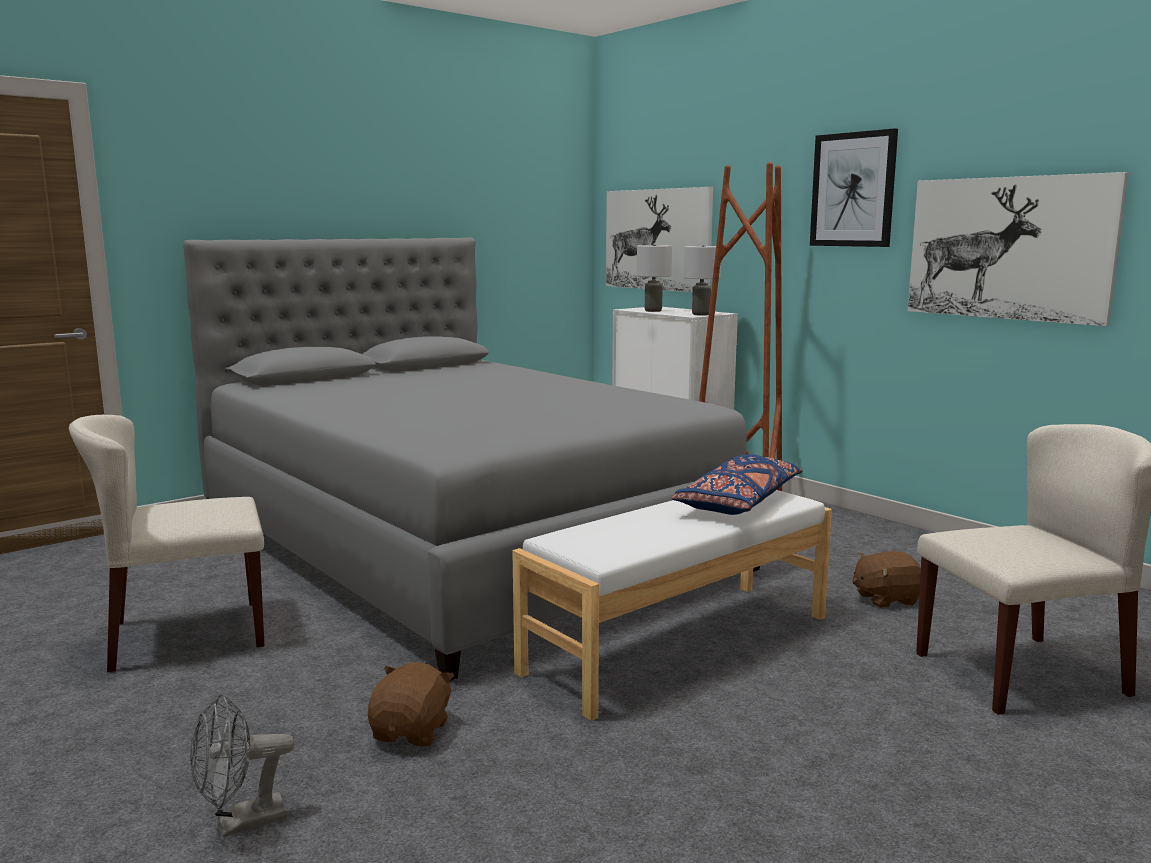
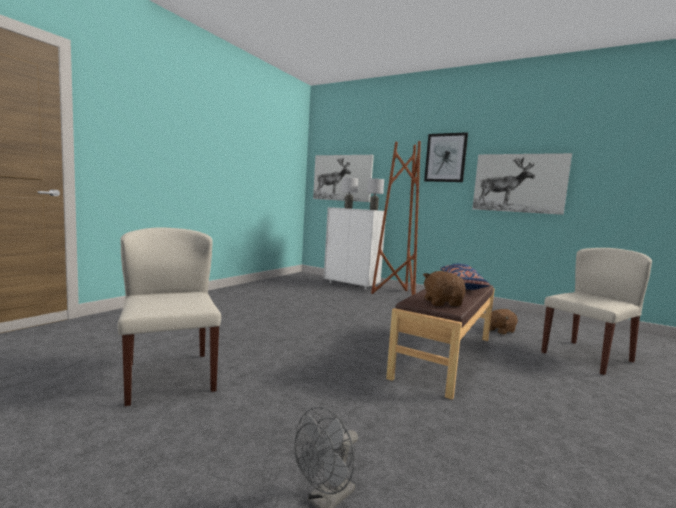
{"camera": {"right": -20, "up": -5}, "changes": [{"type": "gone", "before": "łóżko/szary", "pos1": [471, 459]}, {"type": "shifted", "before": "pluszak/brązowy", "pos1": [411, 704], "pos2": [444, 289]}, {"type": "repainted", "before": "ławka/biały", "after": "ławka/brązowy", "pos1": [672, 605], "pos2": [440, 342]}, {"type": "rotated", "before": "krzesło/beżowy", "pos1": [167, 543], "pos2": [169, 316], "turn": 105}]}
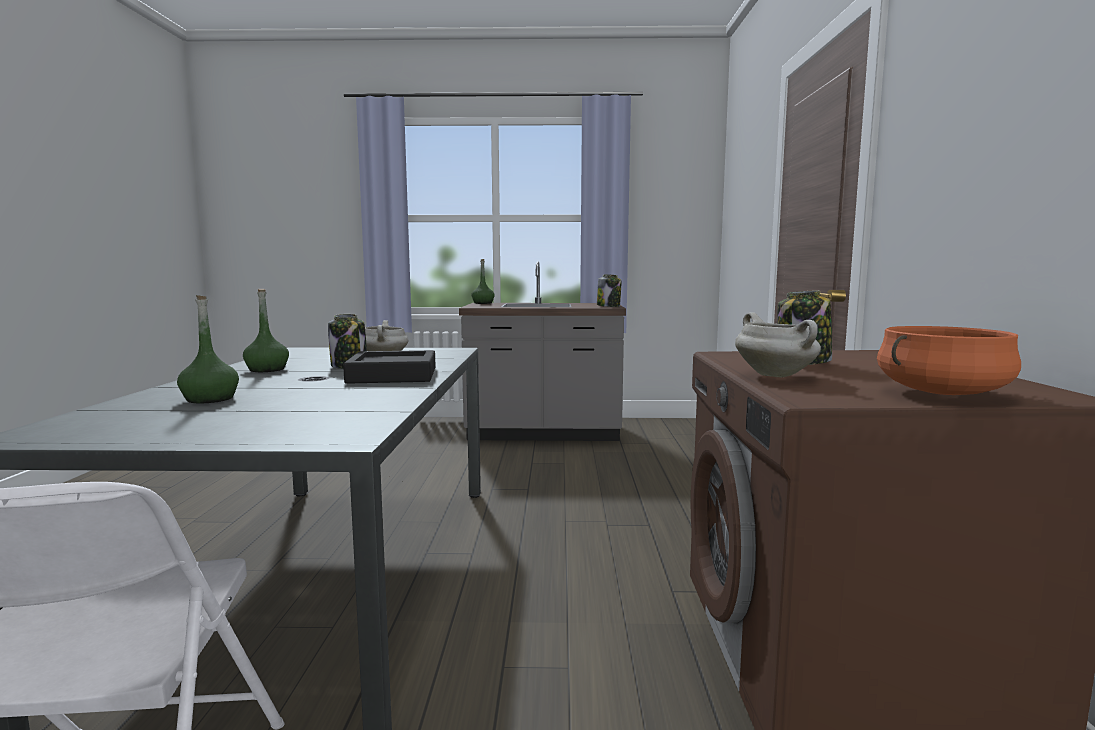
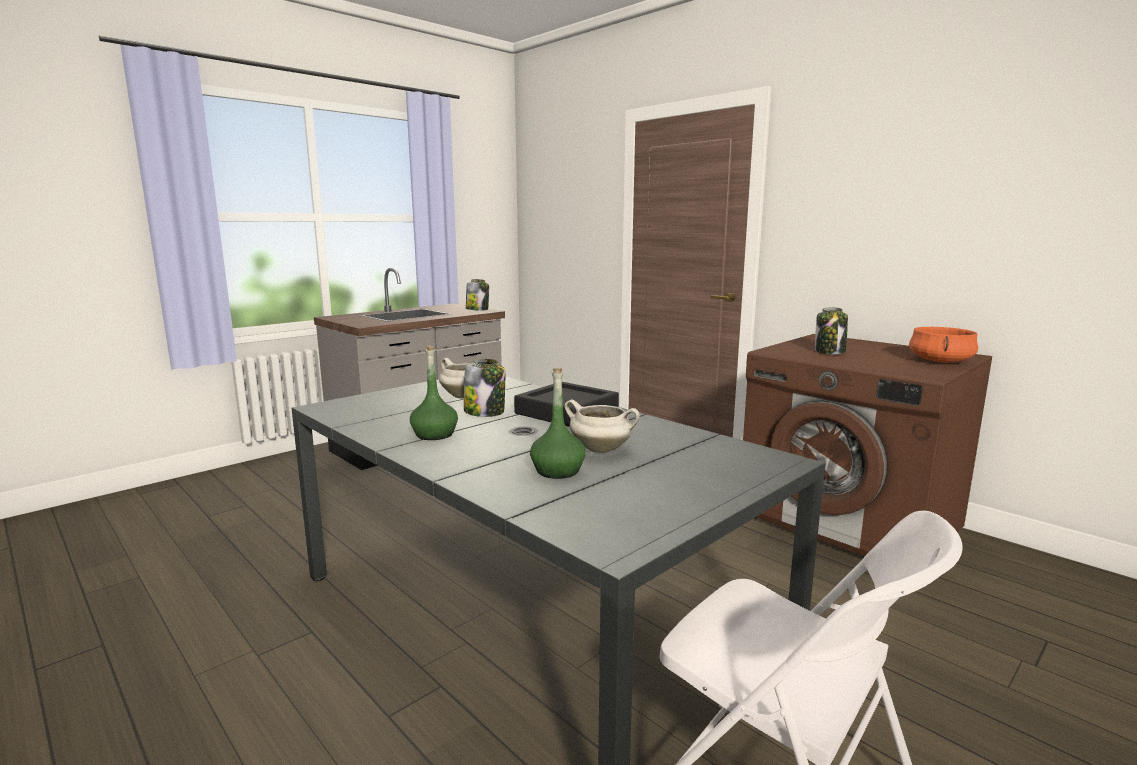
{"camera": {"right": -45, "up": 5}, "changes": [{"type": "gone", "before": "butelka/zielony", "pos1": [483, 281]}, {"type": "shifted", "before": "garnek/biały", "pos1": [778, 344], "pos2": [602, 426]}]}
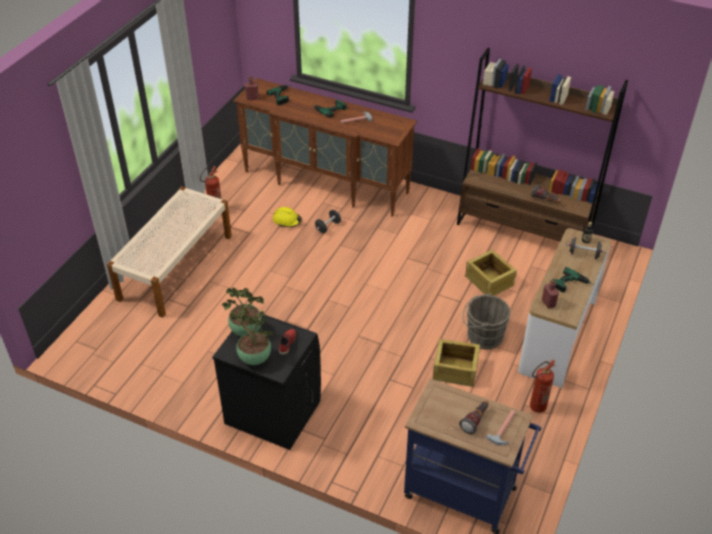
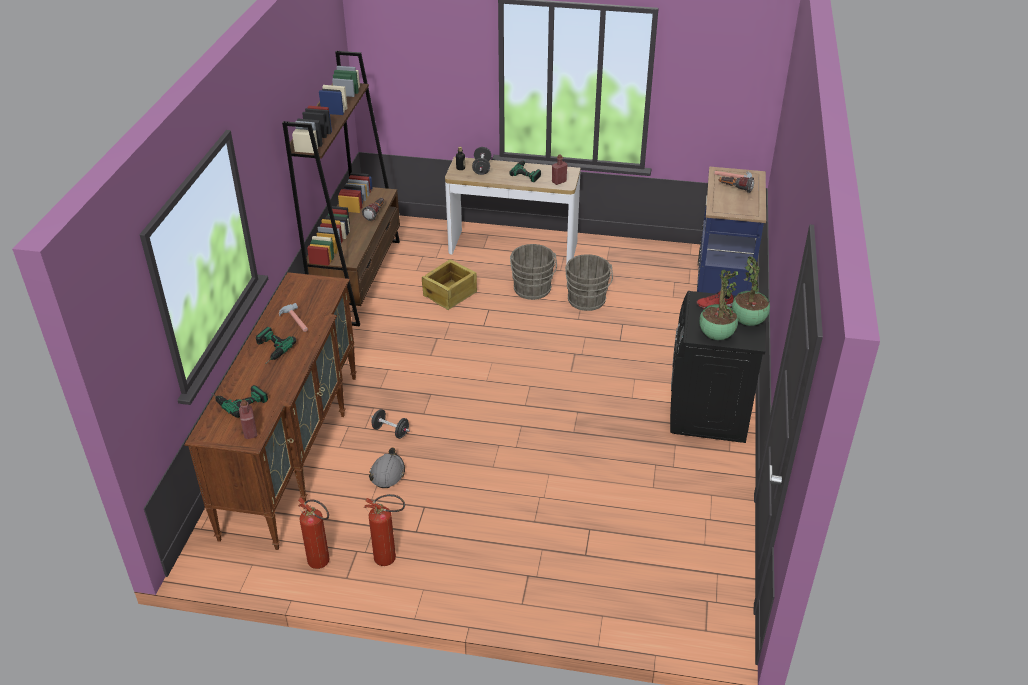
{"camera": {"right": -105, "up": -5}, "changes": [{"type": "gone", "before": "ławka/beżowy", "pos1": [169, 252]}, {"type": "shifted", "before": "gaśnica", "pos1": [542, 386], "pos2": [313, 533]}, {"type": "swapped", "before": "skrzynka", "after": "wiadro/szary", "pos1": [456, 363], "pos2": [589, 282]}, {"type": "repainted", "before": "kask/żółty", "after": "kask/szary", "pos1": [287, 217], "pos2": [387, 467]}]}
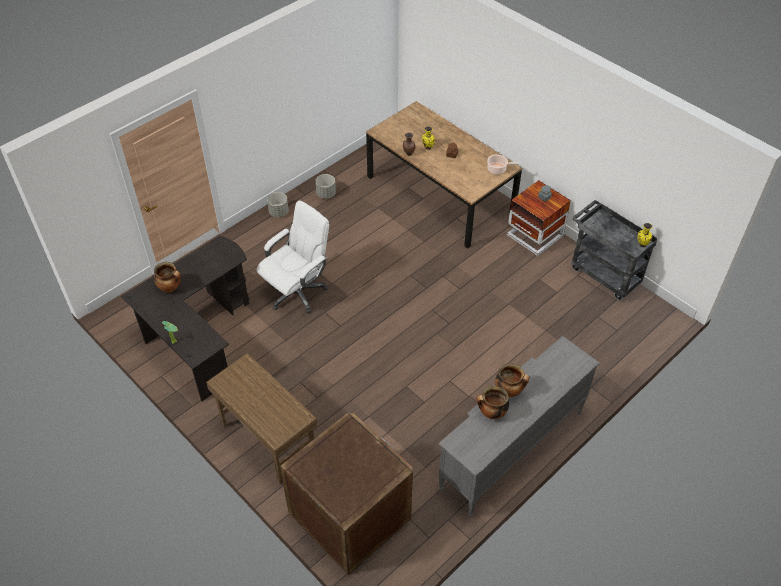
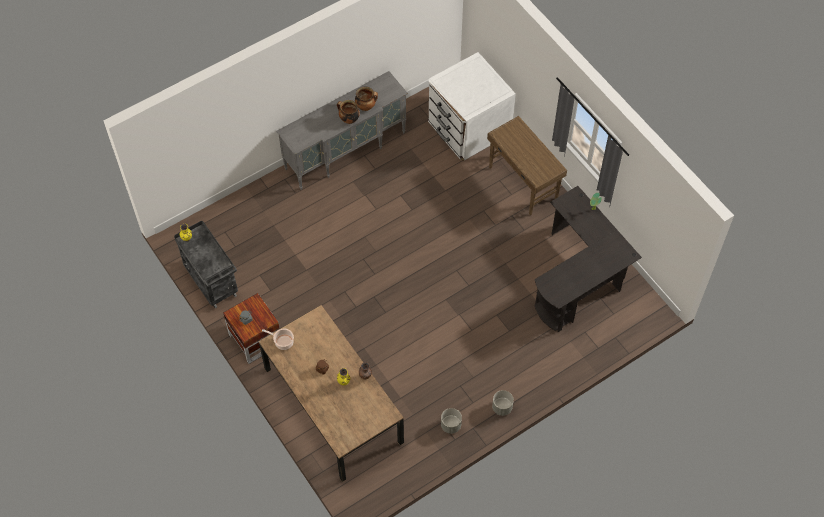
{"camera": {"right": -170, "up": 10}, "changes": [{"type": "gone", "before": "garnek", "pos1": [167, 277]}, {"type": "gone", "before": "krzesło biurowe/biały", "pos1": [293, 256]}, {"type": "repainted", "before": "komoda/brązowy", "after": "komoda/biały", "pos1": [346, 494], "pos2": [472, 106]}]}
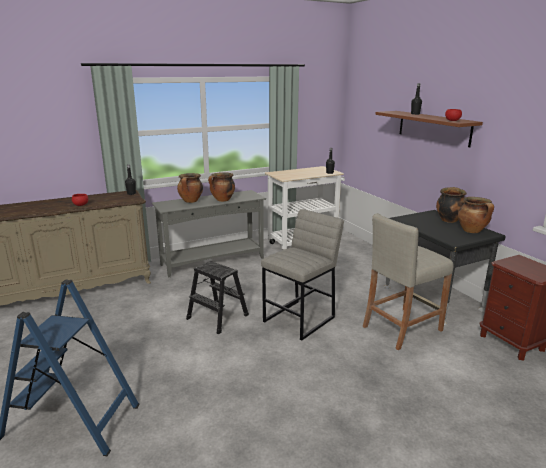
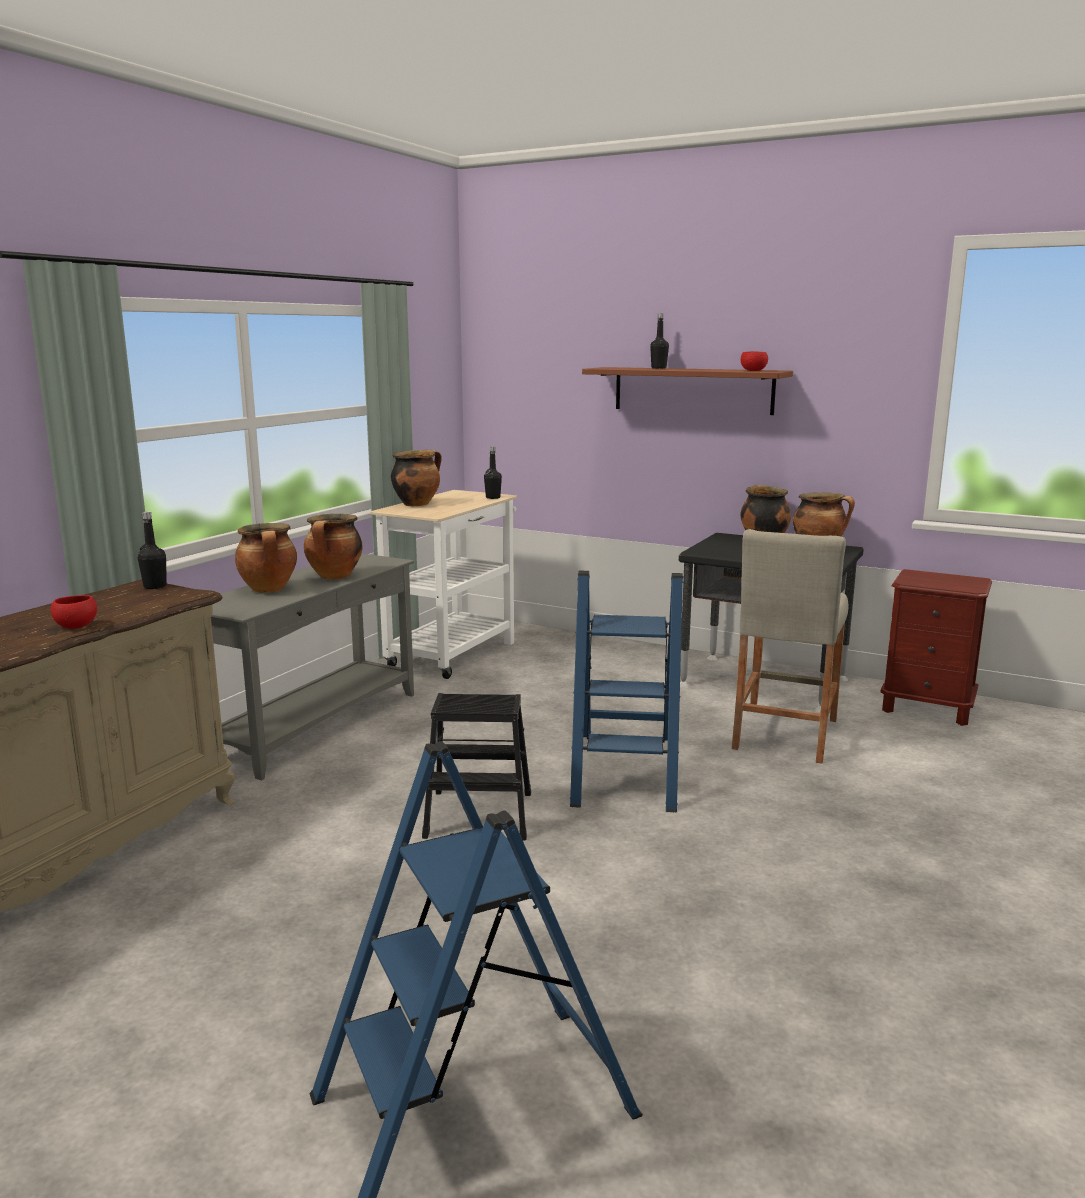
{"camera": {"right": -35, "up": -5}, "changes": [{"type": "new", "after": "garnek", "pos2": [416, 478]}, {"type": "swapped", "before": "krzesło/szary", "after": "drabinka/niebieski", "pos1": [302, 275], "pos2": [626, 691]}]}
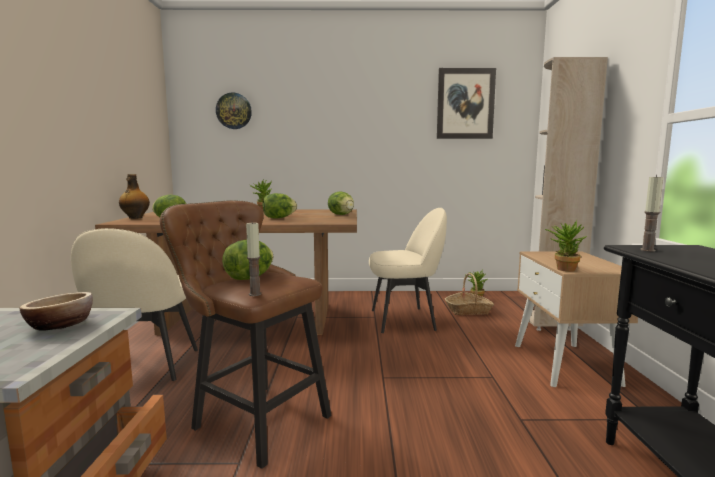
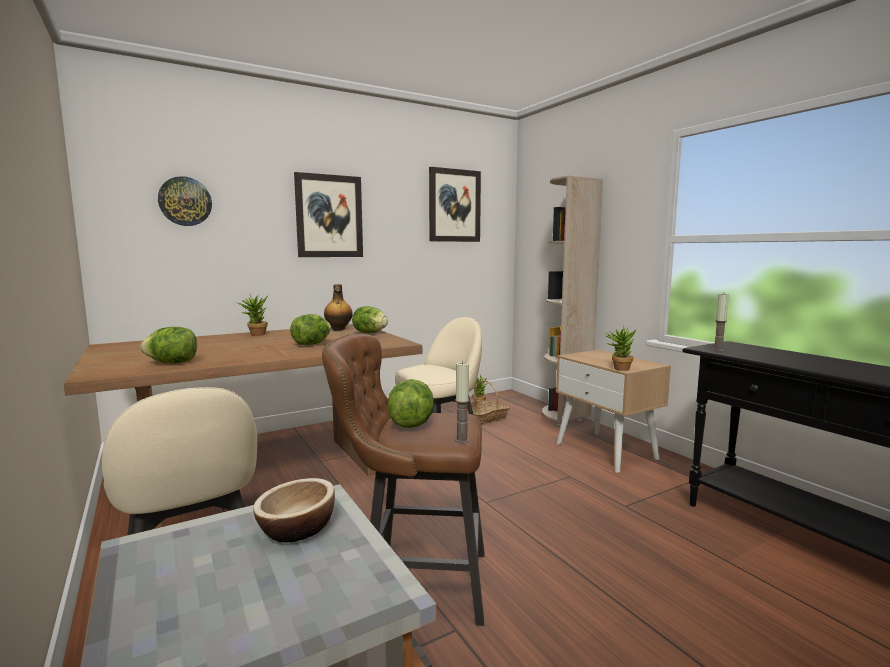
{"camera": {"right": -30, "up": 0}, "changes": [{"type": "new", "after": "obraz", "pos2": [328, 214]}, {"type": "shifted", "before": "butelka", "pos1": [134, 196], "pos2": [338, 307]}]}
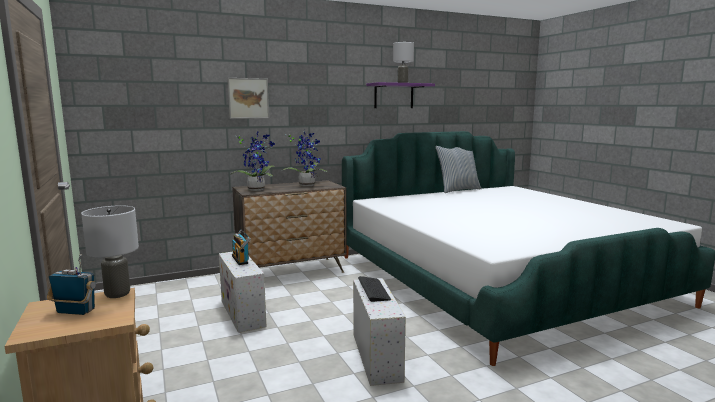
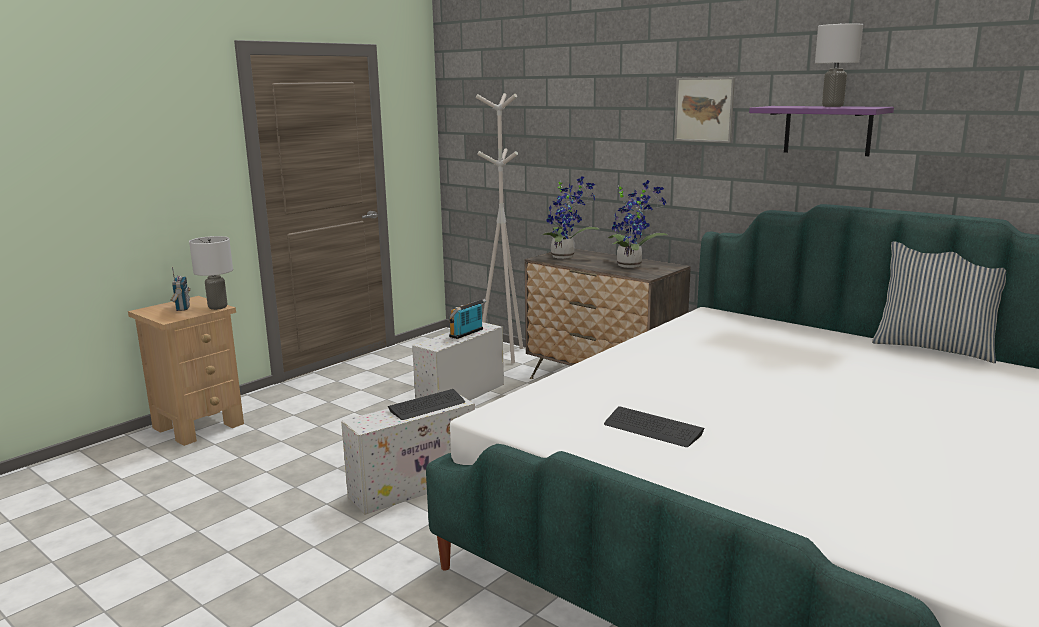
{"camera": {"right": 65, "up": 5}, "changes": [{"type": "new", "after": "wieszak/szary", "pos2": [499, 228]}, {"type": "new", "after": "klawiatura", "pos2": [654, 426]}, {"type": "shifted", "before": "obraz", "pos1": [248, 98], "pos2": [704, 110]}]}
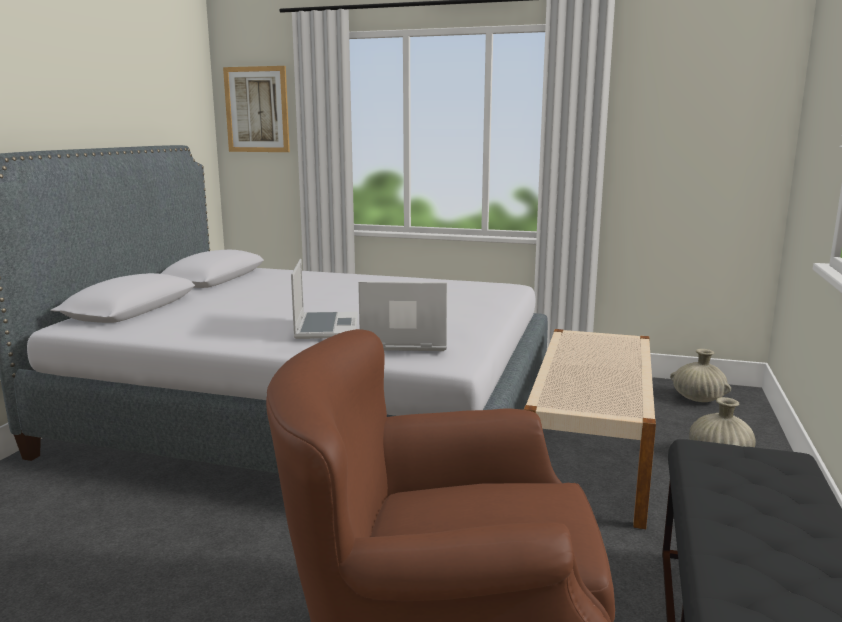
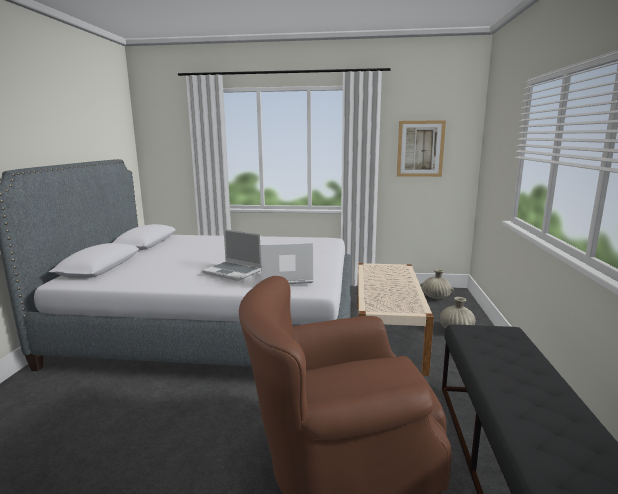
{"camera": {"right": -10, "up": 0}, "changes": [{"type": "shifted", "before": "obraz", "pos1": [256, 109], "pos2": [421, 148]}, {"type": "rotated", "before": "laptop", "pos1": [324, 299], "pos2": [231, 255], "turn": 135}]}
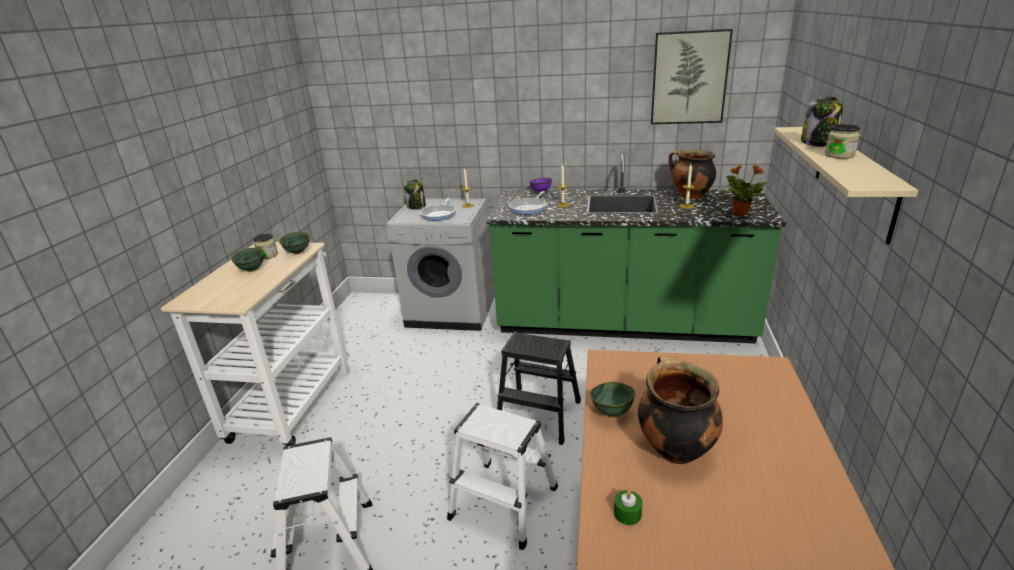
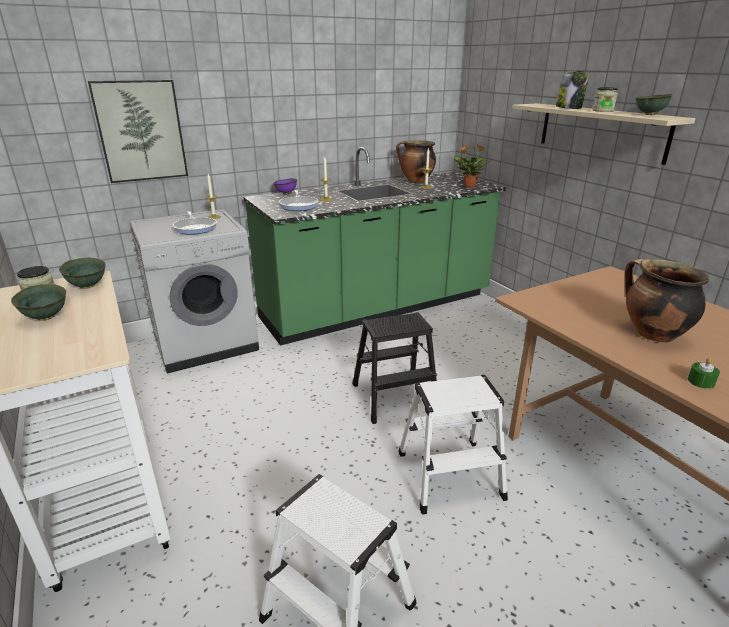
{"camera": {"right": -40, "up": 0}, "changes": [{"type": "gone", "before": "słoik", "pos1": [415, 194]}, {"type": "shifted", "before": "miska/zielony", "pos1": [612, 400], "pos2": [653, 104]}, {"type": "shifted", "before": "obraz", "pos1": [692, 76], "pos2": [138, 131]}]}
